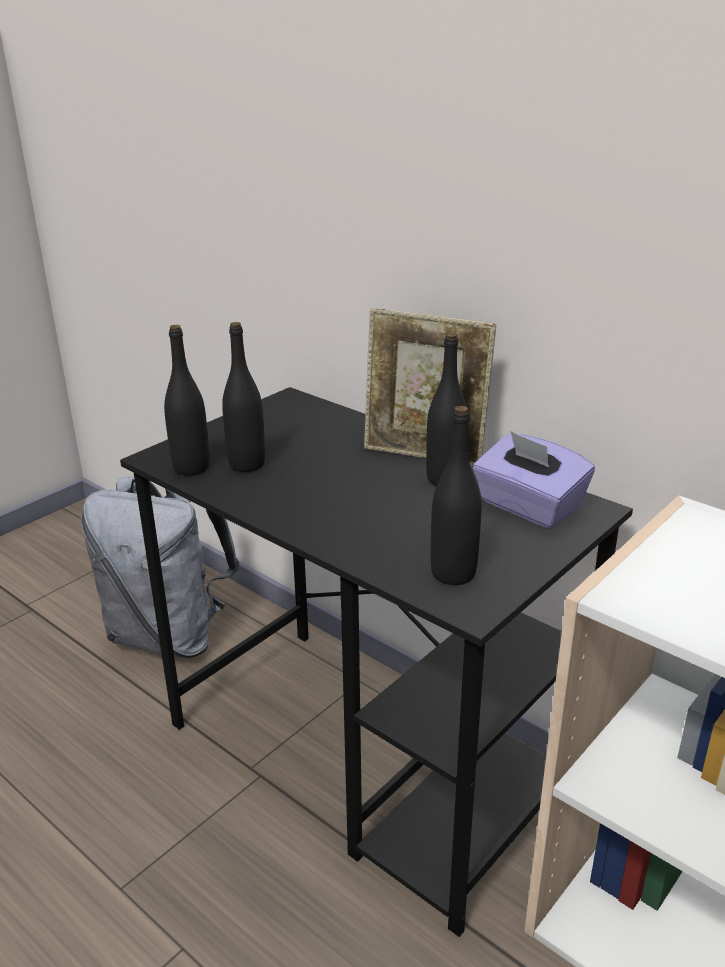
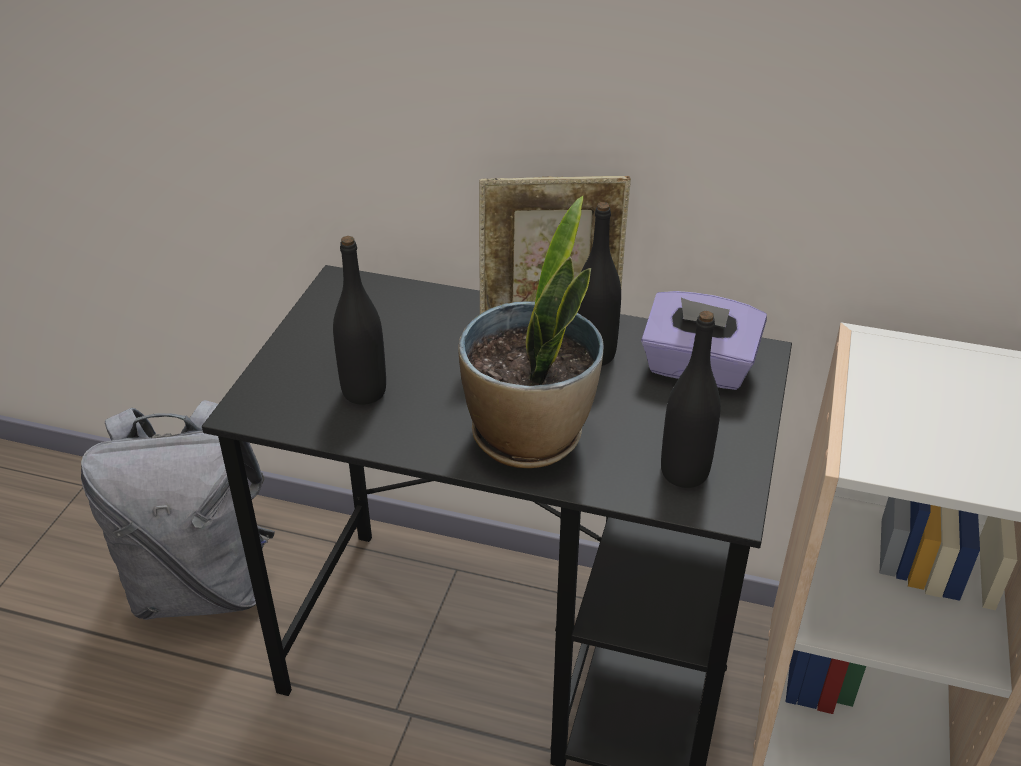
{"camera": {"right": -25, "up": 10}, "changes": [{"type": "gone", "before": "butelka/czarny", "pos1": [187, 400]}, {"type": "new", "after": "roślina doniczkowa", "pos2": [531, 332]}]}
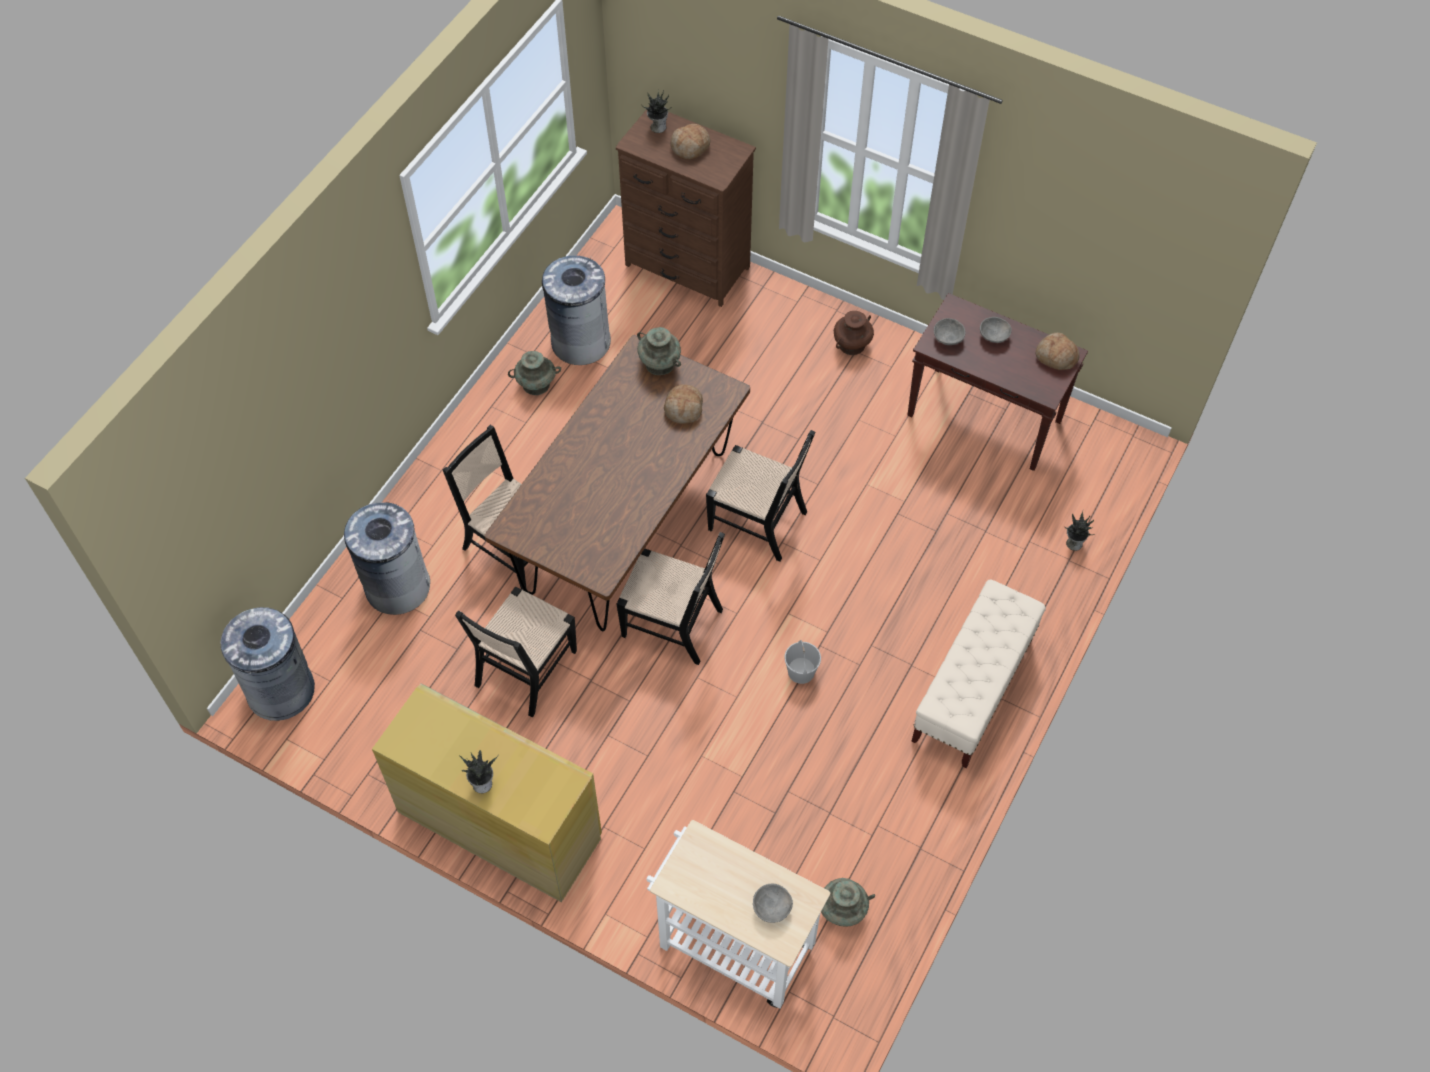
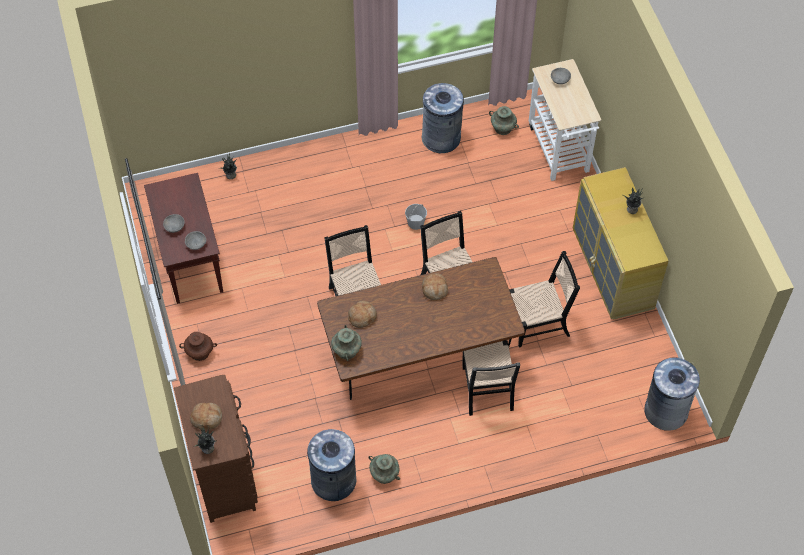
{"camera": {"right": -135, "up": 0}, "changes": [{"type": "gone", "before": "ławka/beżowy", "pos1": [978, 674]}, {"type": "shifted", "before": "kosz na śmieci/szary", "pos1": [387, 557], "pos2": [443, 118]}, {"type": "shifted", "before": "chleb", "pos1": [1057, 351], "pos2": [435, 286]}]}
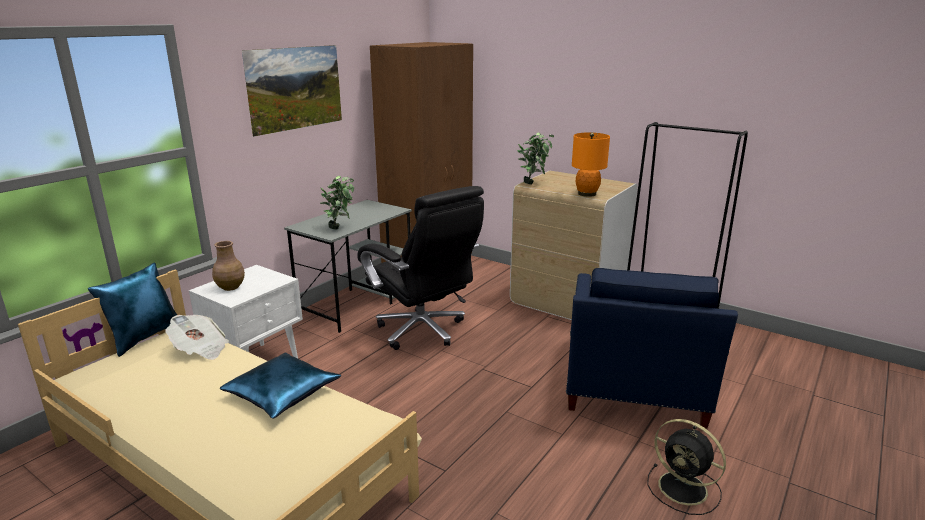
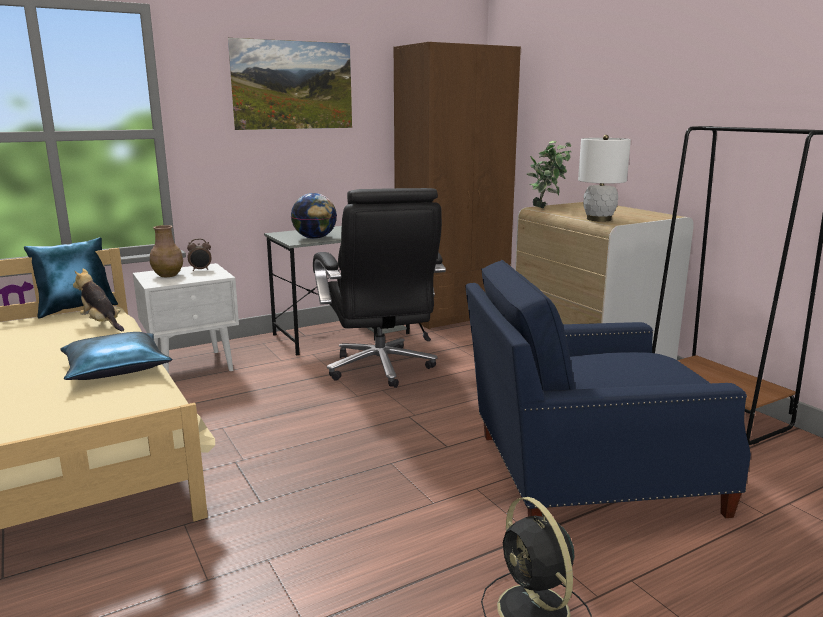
{"camera": {"right": 25, "up": -5}, "changes": [{"type": "new", "after": "budzik", "pos2": [199, 255]}, {"type": "swapped", "before": "gazeta", "after": "pluszak", "pos1": [197, 337], "pos2": [98, 300]}, {"type": "swapped", "before": "roślina doniczkowa", "after": "globus", "pos1": [337, 202], "pos2": [314, 216]}, {"type": "repainted", "before": "lampa stołowa/pomarańczowy", "after": "lampa stołowa/biały", "pos1": [591, 165], "pos2": [604, 178]}, {"type": "rotated", "before": "fotel/niebieski", "pos1": [652, 348], "pos2": [608, 389], "turn": 45}]}
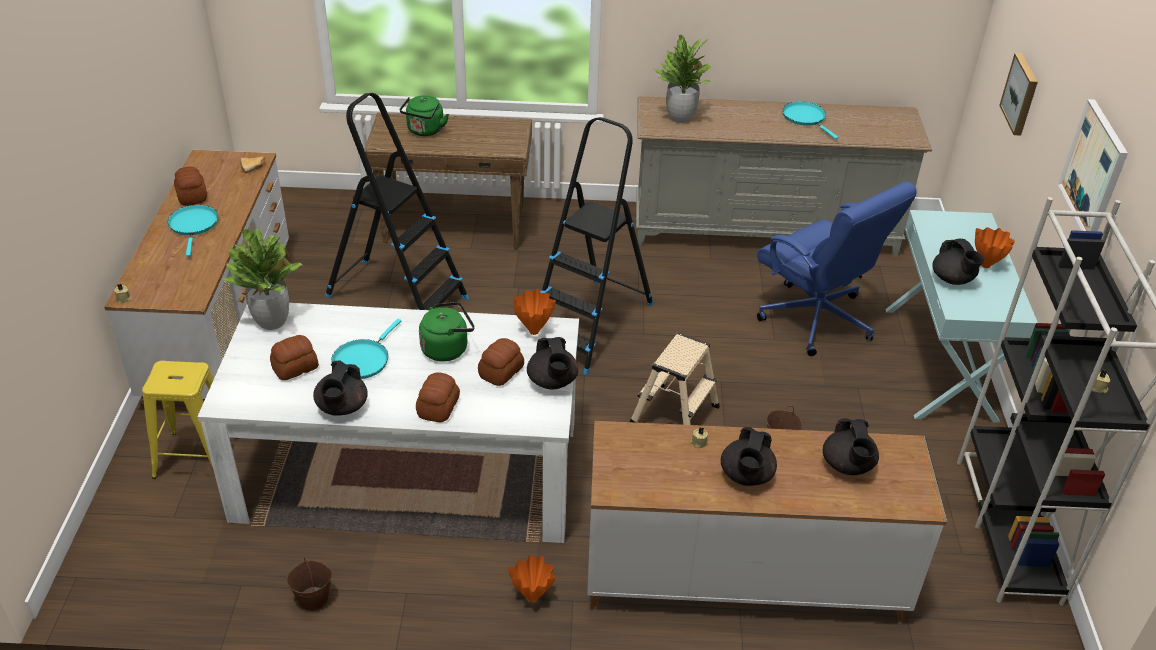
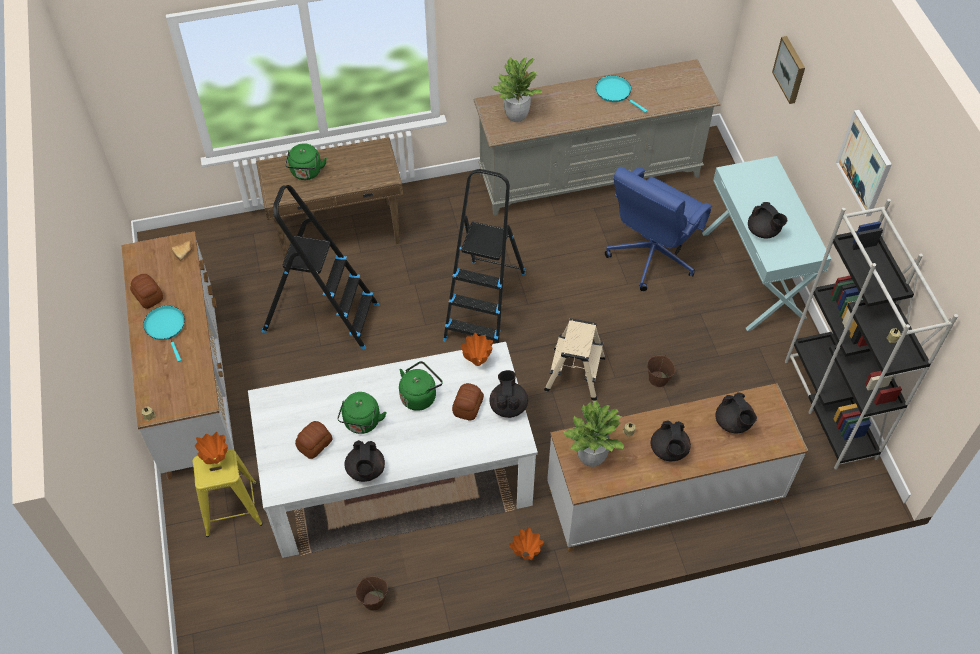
{"camera": {"right": -15, "up": 15}, "changes": [{"type": "gone", "before": "chleb", "pos1": [438, 397]}, {"type": "shifted", "before": "roślina doniczkowa", "pos1": [262, 279], "pos2": [593, 433]}, {"type": "shifted", "before": "wazon/pomarańczowy", "pos1": [995, 247], "pos2": [211, 448]}, {"type": "swapped", "before": "patelnia/turkusowy", "after": "czajnik/zielony", "pos1": [366, 349], "pos2": [362, 413]}, {"type": "rotated", "before": "imbryk/czarny", "pos1": [552, 363], "pos2": [509, 394], "turn": -150}, {"type": "rotated", "before": "krzesło biurowe/niebieski", "pos1": [837, 269], "pos2": [658, 229], "turn": 90}]}
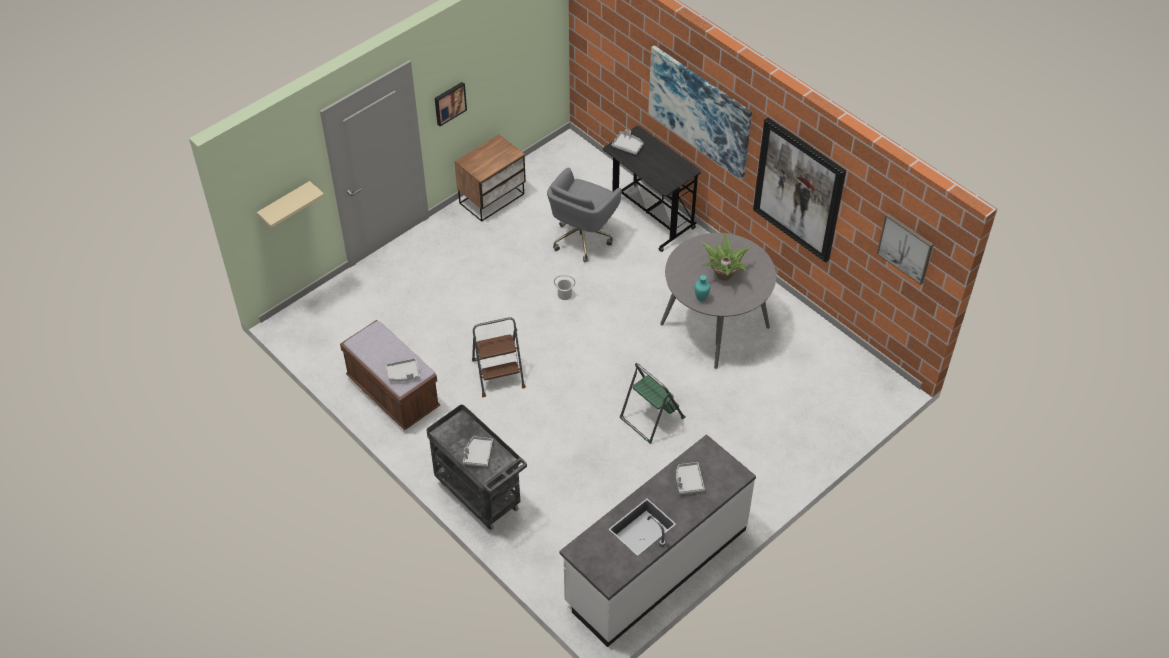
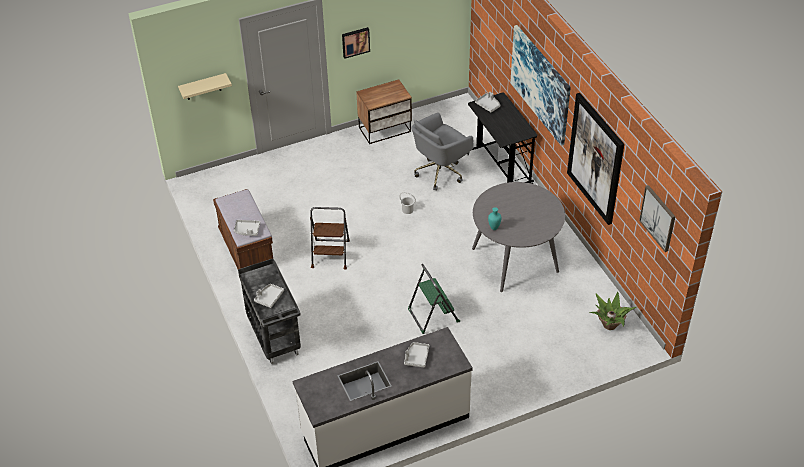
{"camera": {"right": 20, "up": -5}, "changes": [{"type": "shifted", "before": "roślina doniczkowa", "pos1": [726, 257], "pos2": [612, 311]}]}
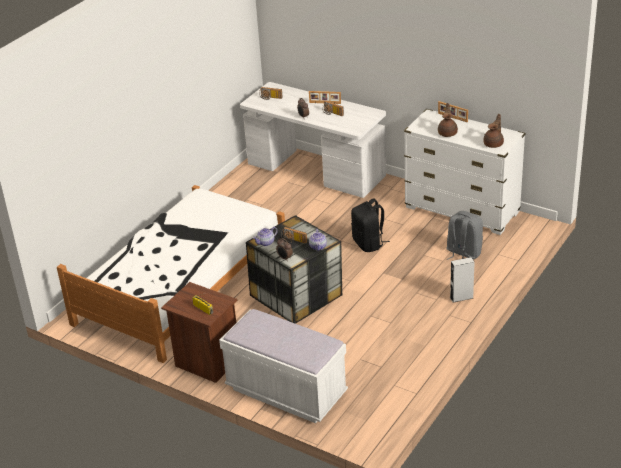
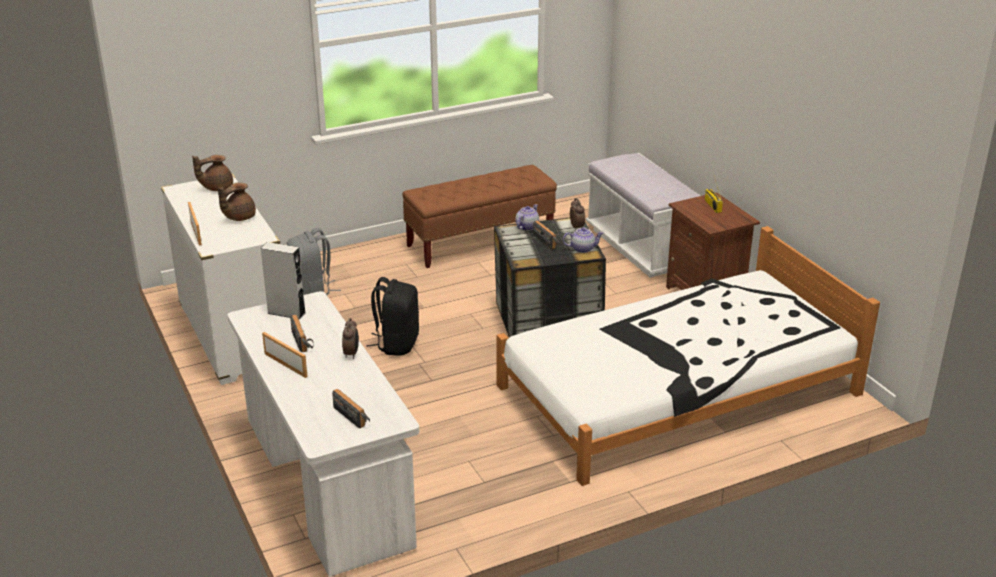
{"camera": {"right": -150, "up": -5}, "changes": [{"type": "new", "after": "ławka/brązowy", "pos2": [479, 216]}, {"type": "shifted", "before": "głośnik/szary", "pos1": [462, 280], "pos2": [283, 281]}]}
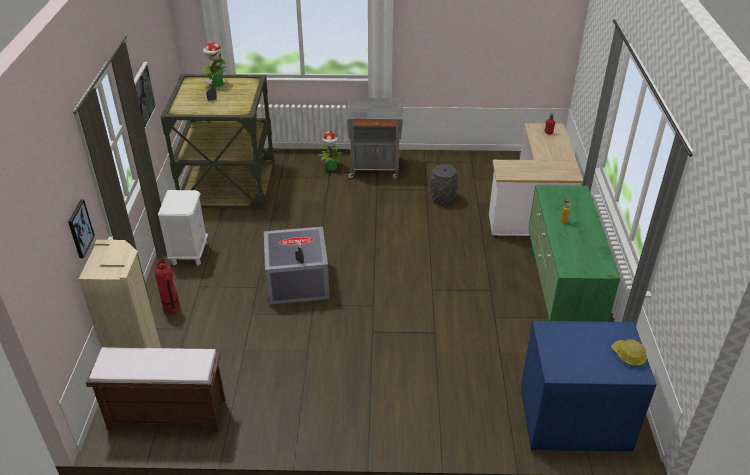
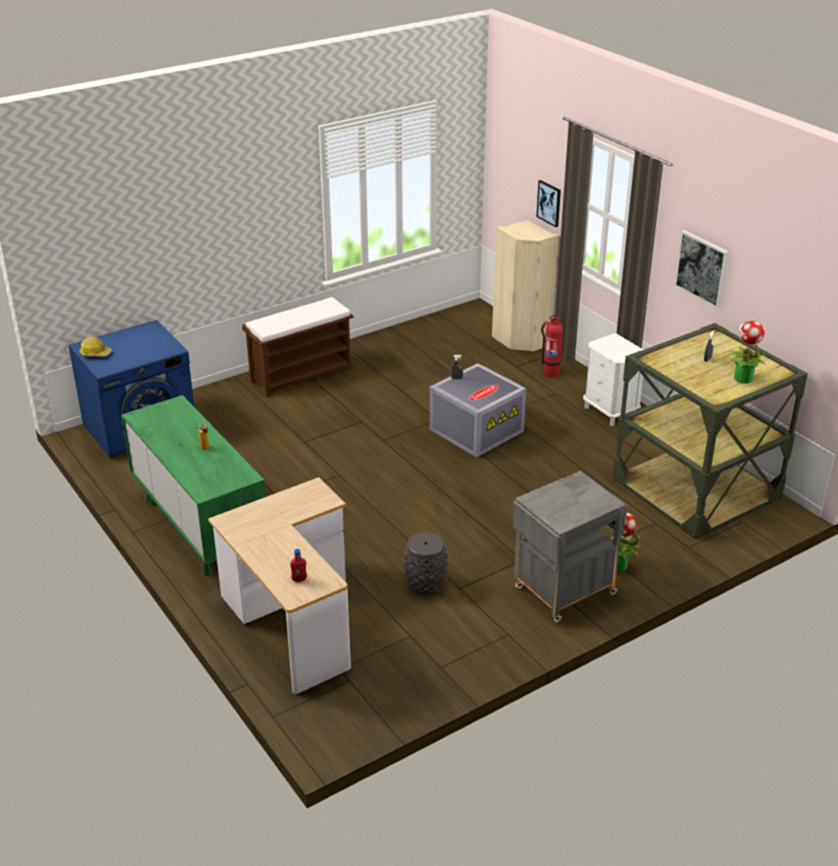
{"camera": {"right": 145, "up": -5}, "changes": [{"type": "shifted", "before": "ławka/brązowy", "pos1": [156, 389], "pos2": [298, 347]}]}
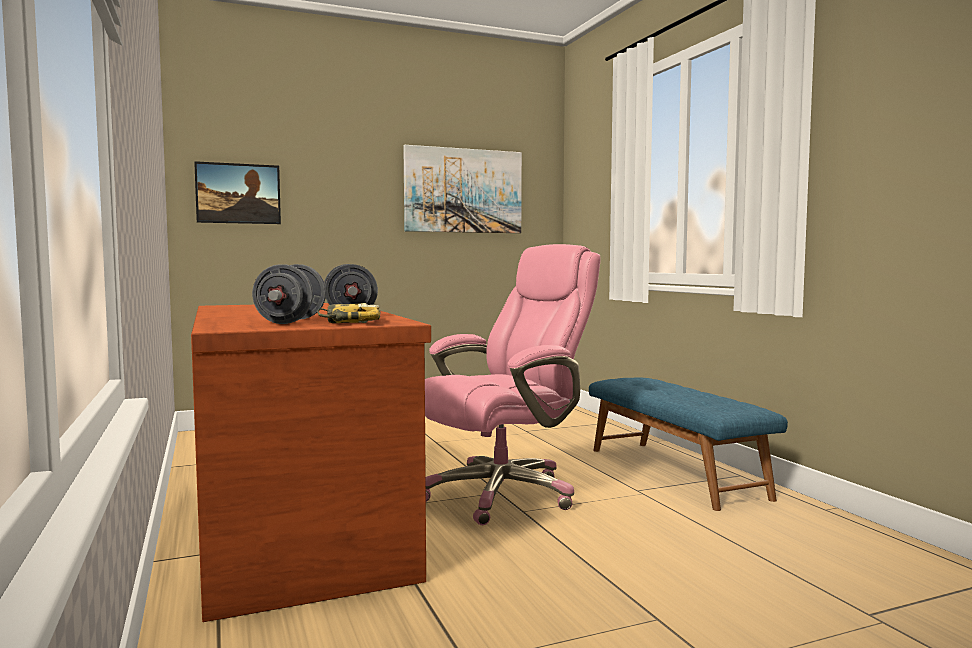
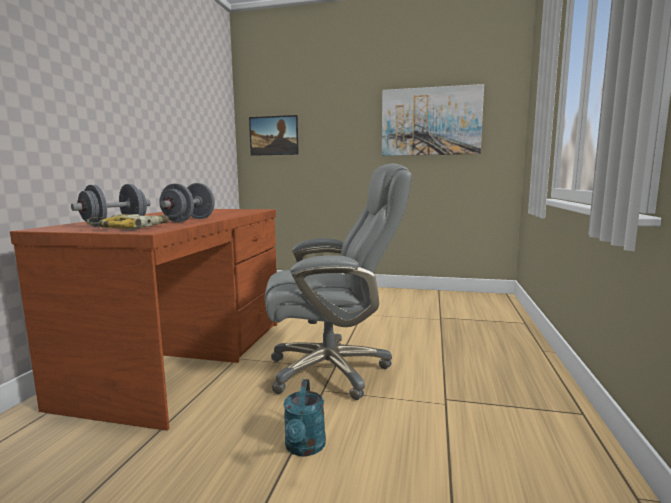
{"camera": {"right": 35, "up": 5}, "changes": [{"type": "gone", "before": "ławka/niebieski", "pos1": [688, 444]}, {"type": "new", "after": "konewka/turkusowy", "pos2": [304, 418]}, {"type": "repainted", "before": "krzesło biurowe/różowy", "after": "krzesło biurowe/szary", "pos1": [513, 384], "pos2": [338, 281]}]}
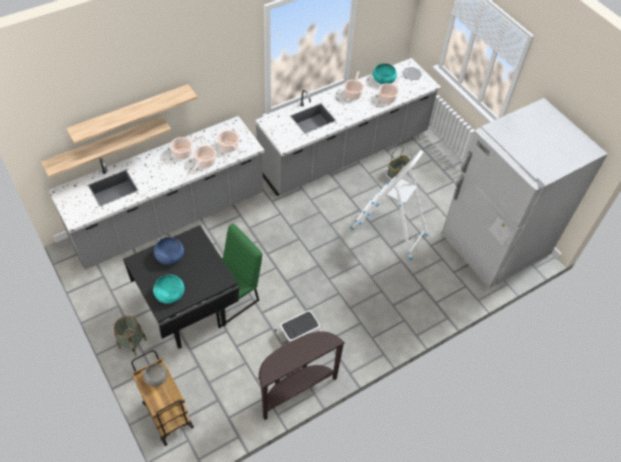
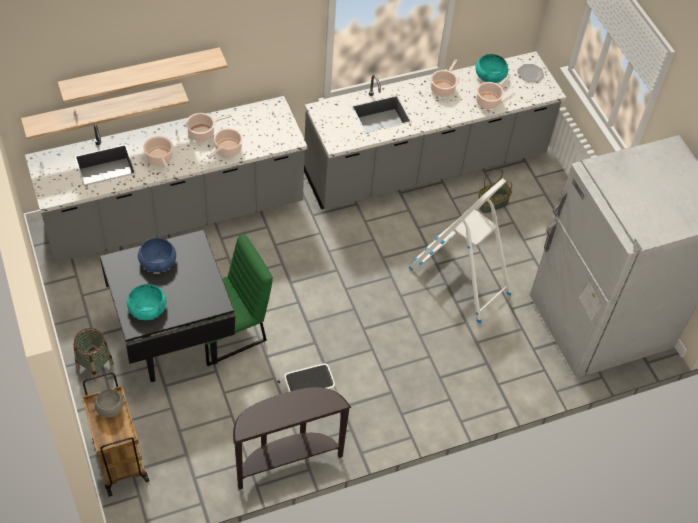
{"camera": {"right": 10, "up": 0}, "changes": [{"type": "shifted", "before": "garnek", "pos1": [229, 141], "pos2": [158, 153]}]}
